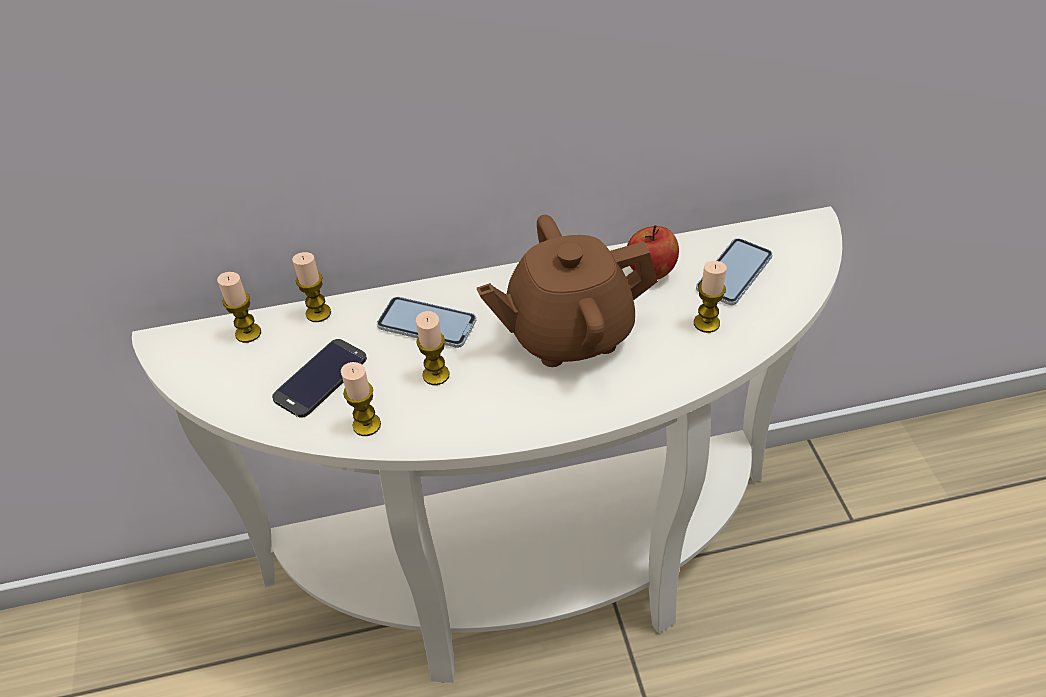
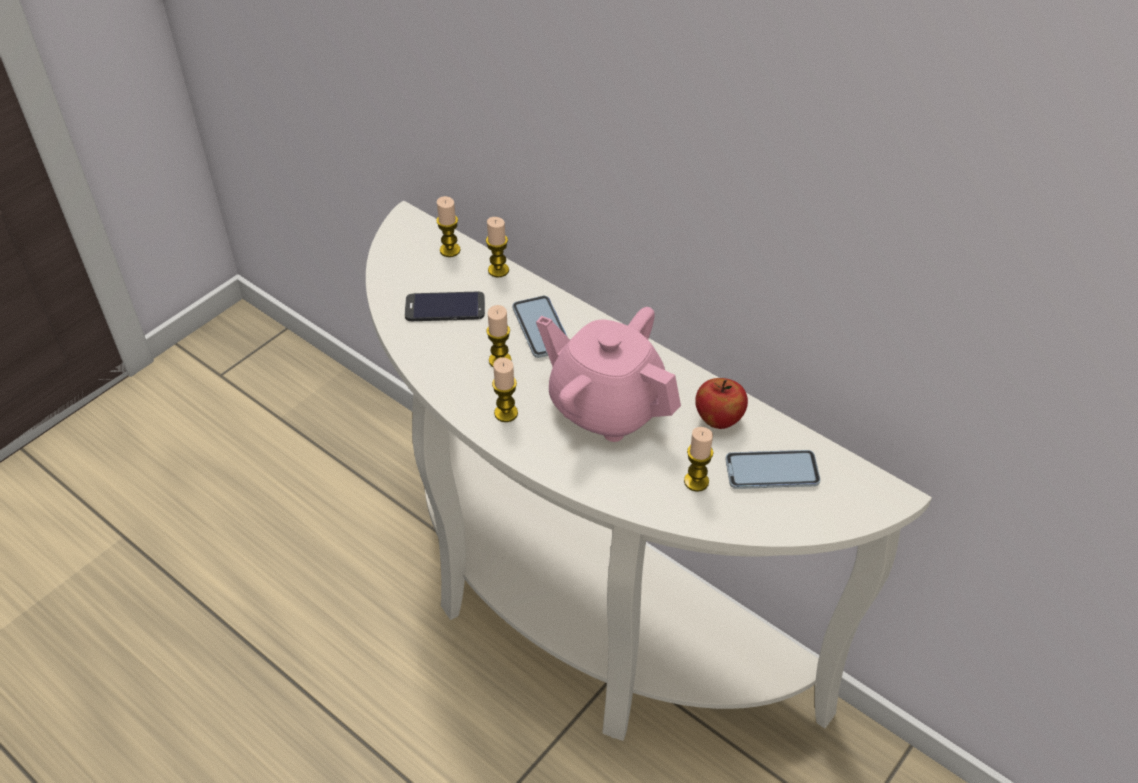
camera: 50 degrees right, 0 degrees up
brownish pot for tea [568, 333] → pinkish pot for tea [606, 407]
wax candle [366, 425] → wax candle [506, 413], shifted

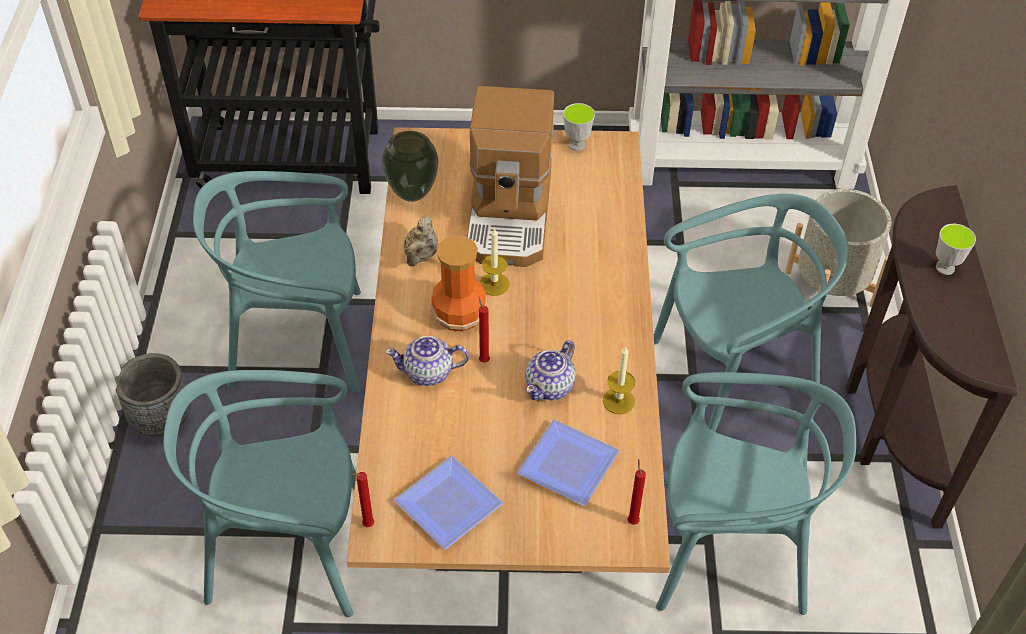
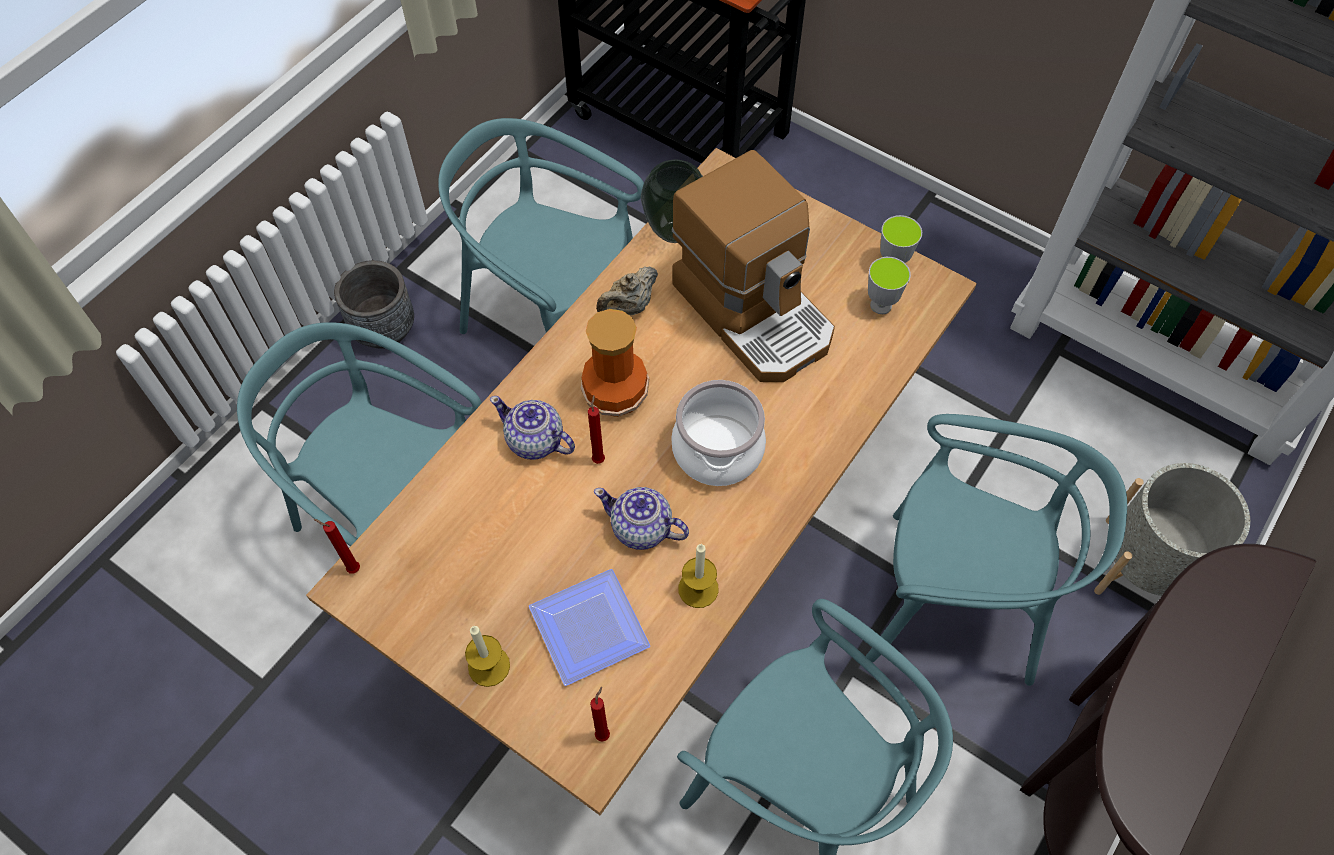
camera: 35 degrees right, 10 degrees up
coffee maker [511, 216] → coffee maker [755, 311], 75 degrees counterclockwise
small cup [945, 268] → small cup [881, 305], shifted
wax candle [494, 284] → wax candle [489, 666], shifted
pot for tea [550, 386] → pot for tea [642, 529], 45 degrees clockwise
flat dish [448, 501] → -
- → stockpot [718, 450]

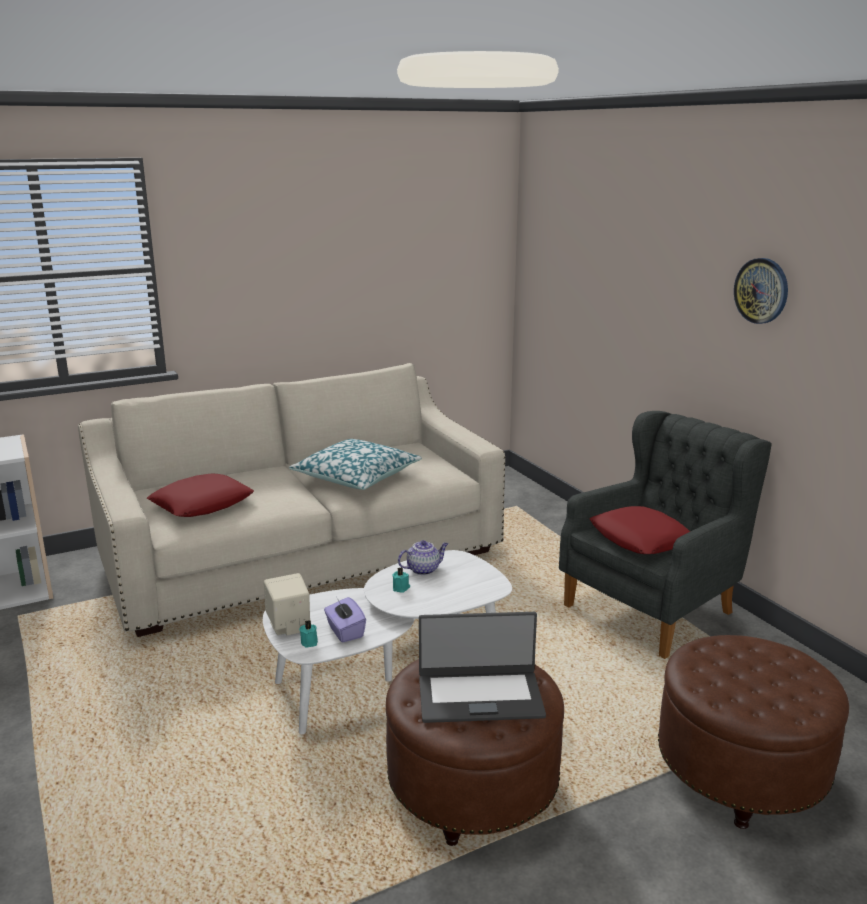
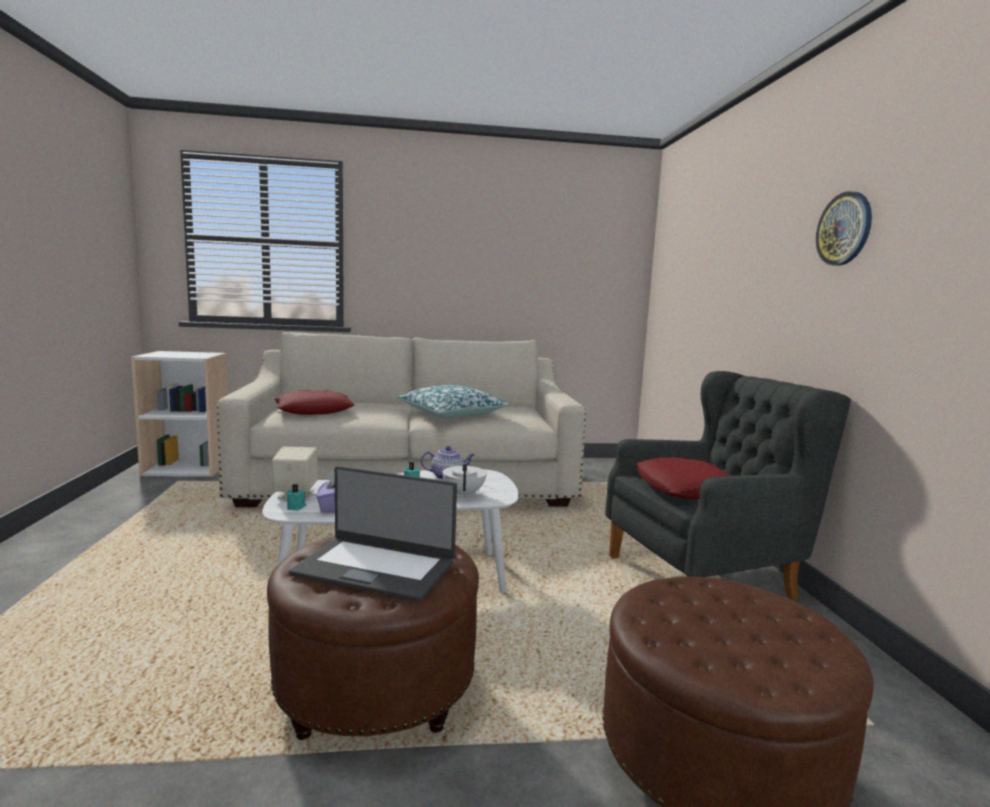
camera: 20 degrees right, 10 degrees down
- → white pot for tea [464, 494]

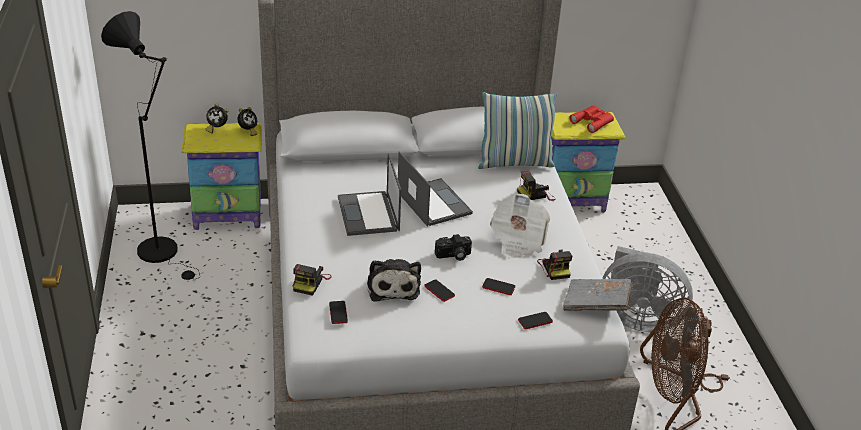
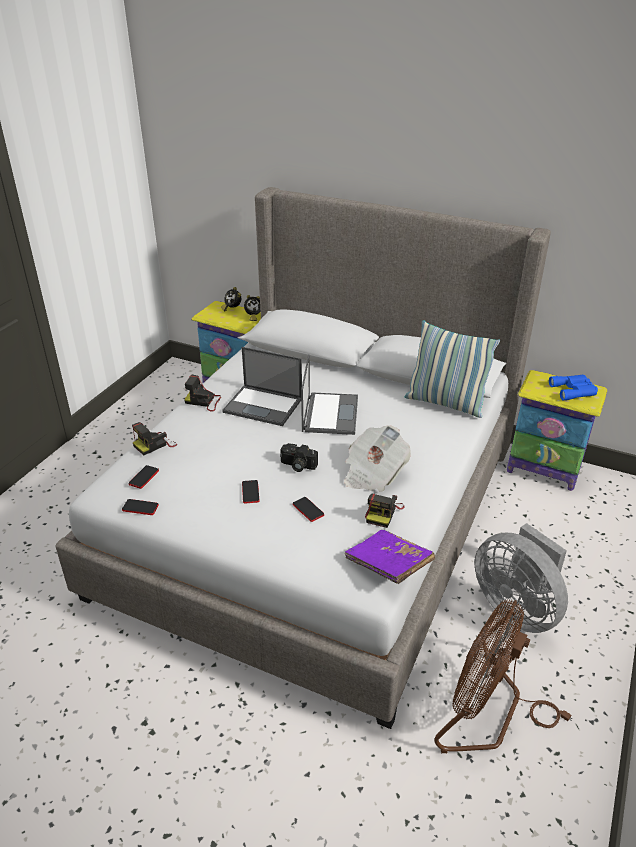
camera: 35 degrees right, 0 degrees up
blackish standing lamp [163, 253] → -
red binoculars [593, 122] → blue-coloured binoculars [574, 391]
portable computer [368, 214] → portable computer [264, 405], 90 degrees counterclockwise
photo camera [536, 194] → photo camera [204, 401], shifted
soft toy [393, 286] → -
greyish bound book [596, 304] → purple-coloured bound book [388, 565]
telephone [535, 321] → telephone [140, 508], shifted

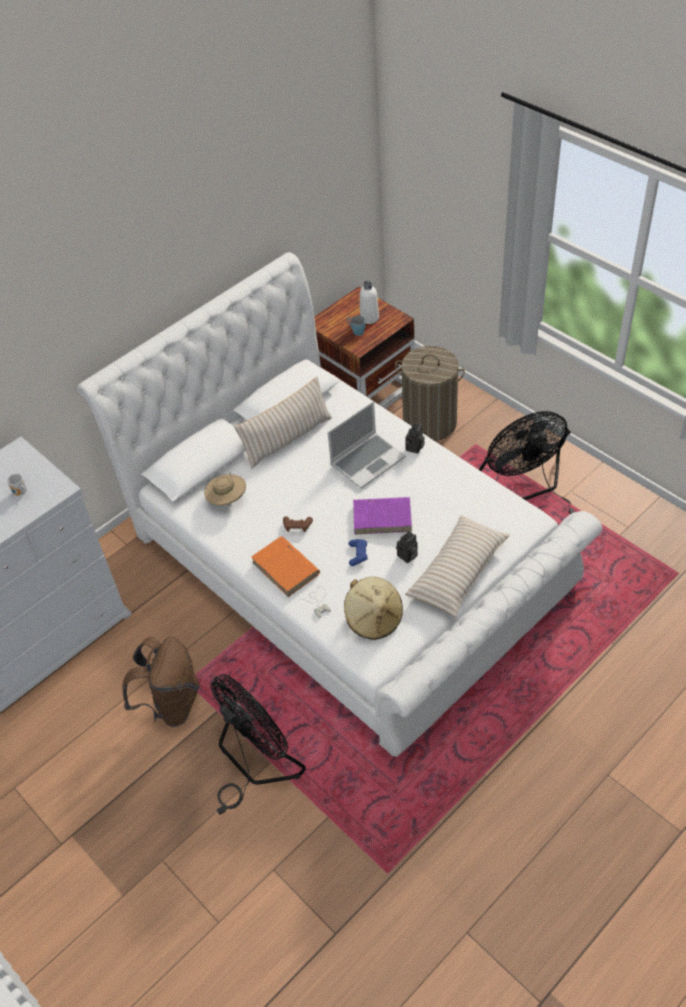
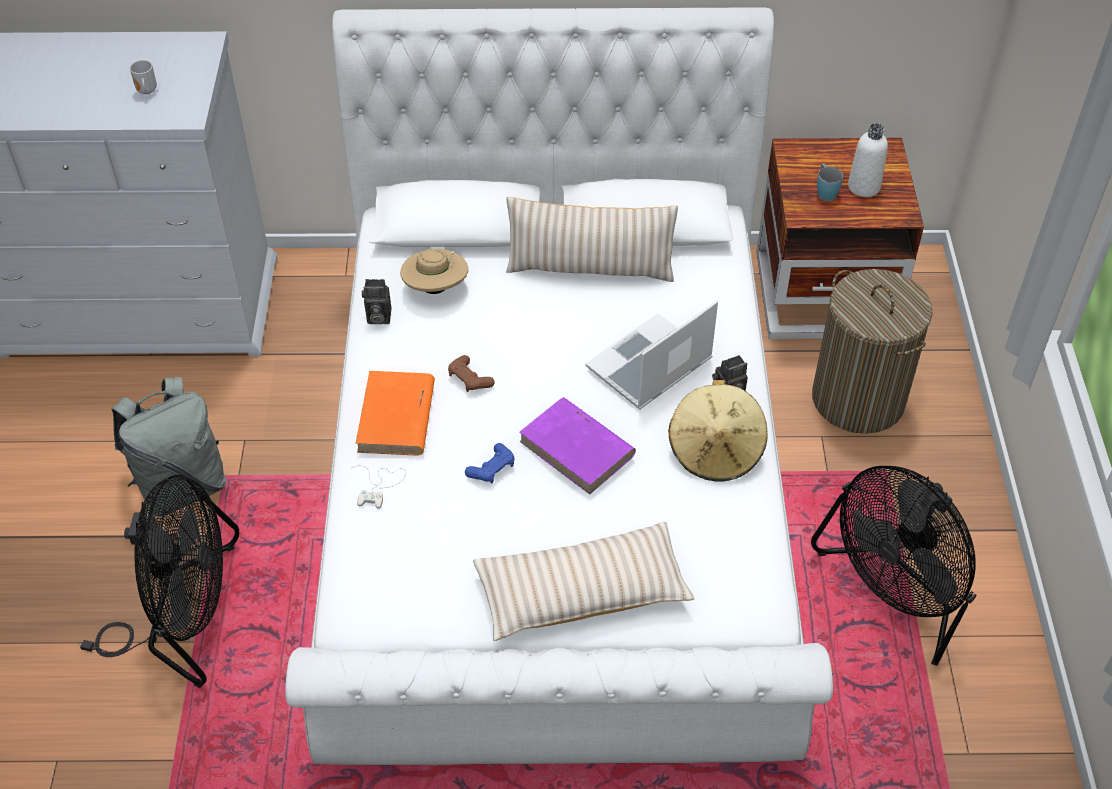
camera: 40 degrees right, 0 degrees up
portable computer [367, 460] → portable computer [649, 366], 135 degrees clockwise
blackish cooling fan [530, 487] → blackish cooling fan [894, 586], 150 degrees counterclockwise
photo camera [407, 556] → photo camera [377, 317], shifted
beige-coloured clothing hat [374, 619] → beige-coloured clothing hat [716, 451], shifted
brownish backpack [171, 703] → greyish backpack [182, 486]

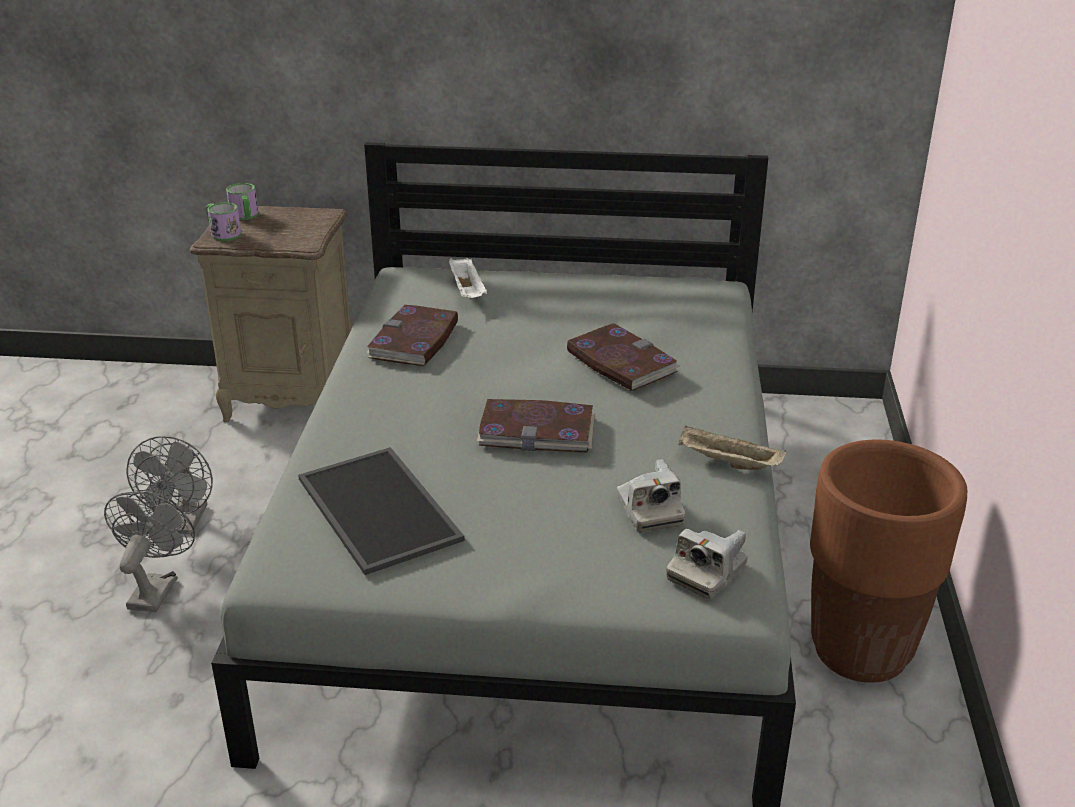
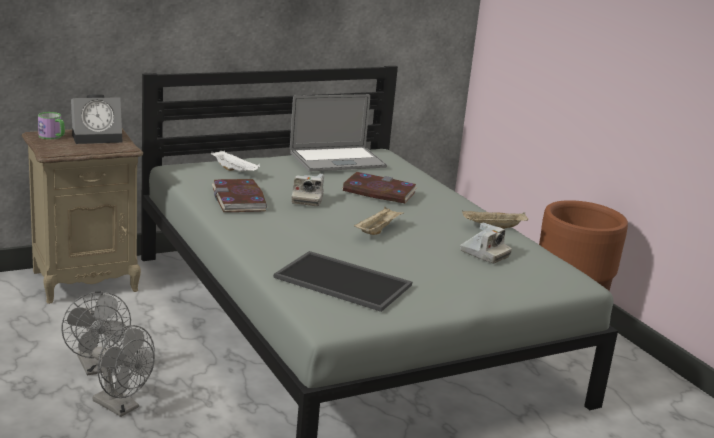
camera: 35 degrees left, 10 degrees down
mug [223, 233] → -
bound book [537, 431] → beige-coloured carrying tray [377, 230]
greyish cooling fan [156, 588] → greyish cooling fan [121, 407], 150 degrees clockwise
photo camera [707, 573] → photo camera [307, 199], shifted
- → alarm clock [98, 137]
- → portable computer [337, 160]

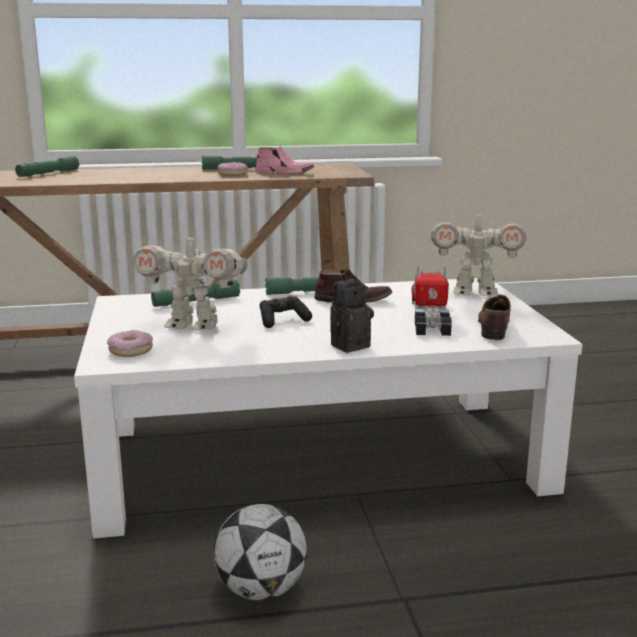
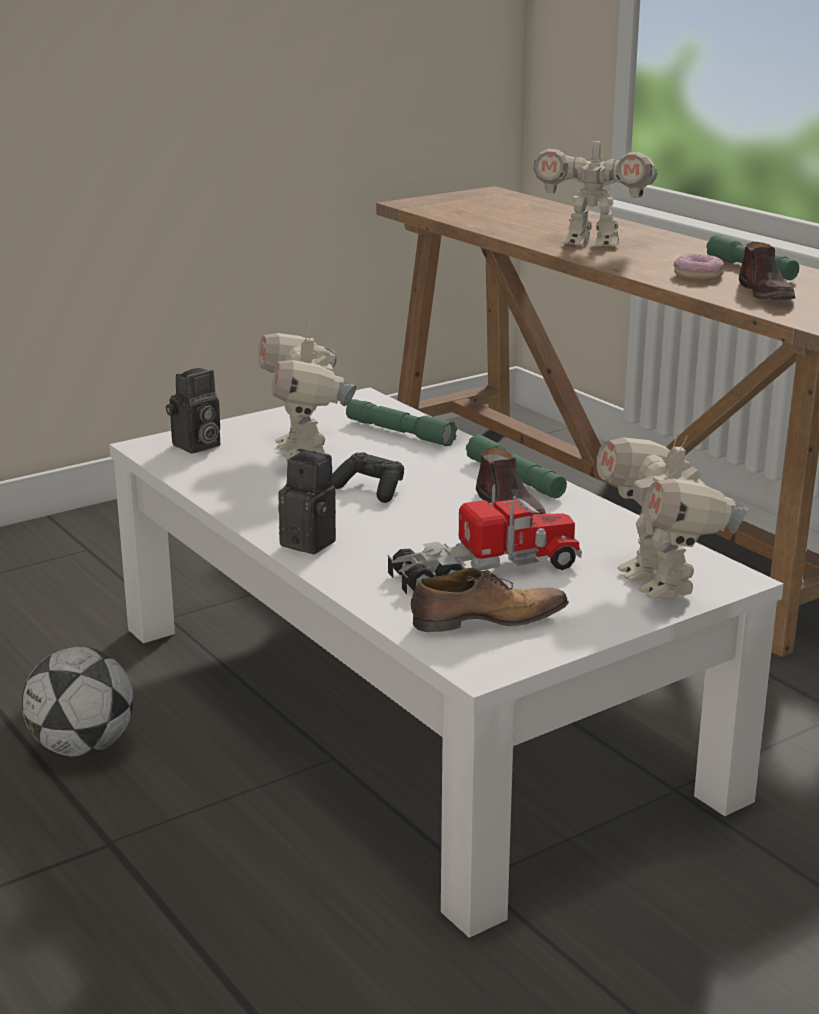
camera: 65 degrees right, 5 degrees up
pinkish low shoe [285, 173] → brownish low shoe [766, 294]
green torch [48, 173] → -
donut [131, 350] → photo camera [196, 446]
- → model robot [591, 243]

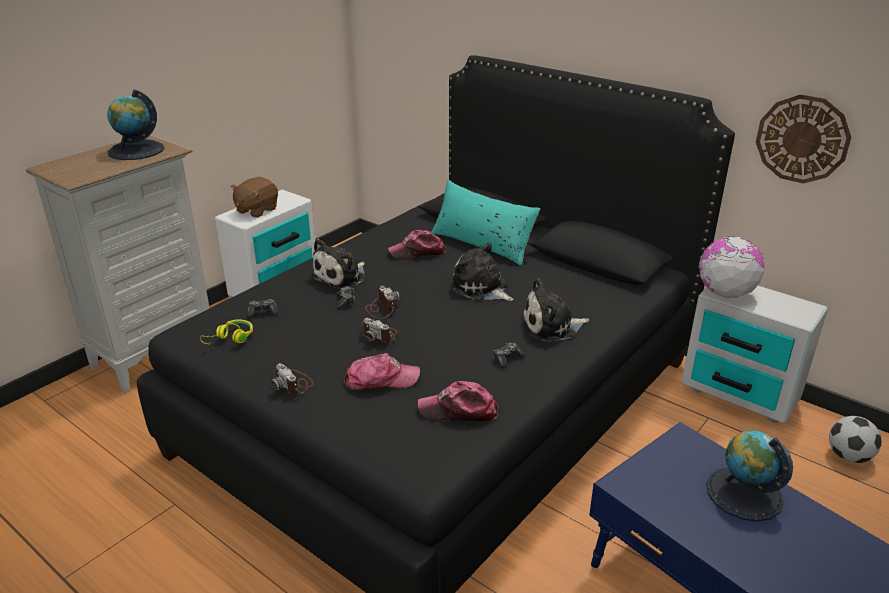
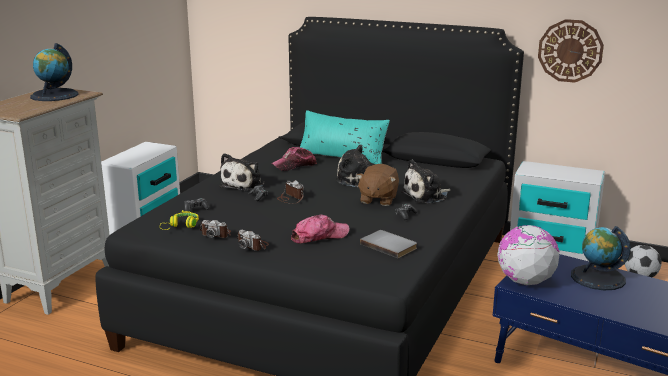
camera: 15 degrees left, 10 degrees down
brownish soft toy [256, 210] → brownish soft toy [378, 199], shifted
globe [725, 293] → globe [525, 281], shifted
photo camera [380, 334] → photo camera [216, 234], shifted
baseball cap [459, 411] → greyish bound book [390, 245]

